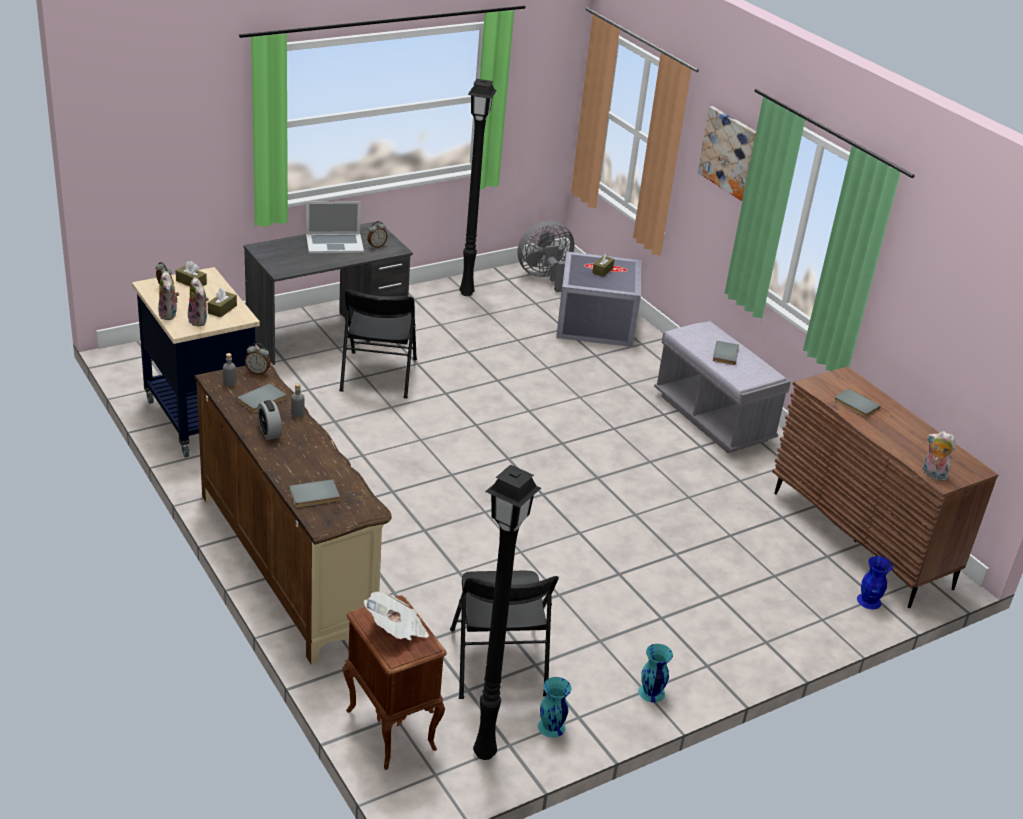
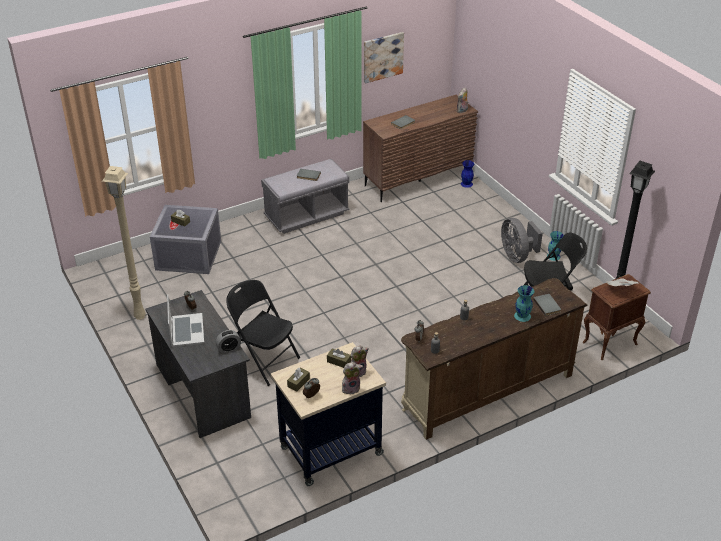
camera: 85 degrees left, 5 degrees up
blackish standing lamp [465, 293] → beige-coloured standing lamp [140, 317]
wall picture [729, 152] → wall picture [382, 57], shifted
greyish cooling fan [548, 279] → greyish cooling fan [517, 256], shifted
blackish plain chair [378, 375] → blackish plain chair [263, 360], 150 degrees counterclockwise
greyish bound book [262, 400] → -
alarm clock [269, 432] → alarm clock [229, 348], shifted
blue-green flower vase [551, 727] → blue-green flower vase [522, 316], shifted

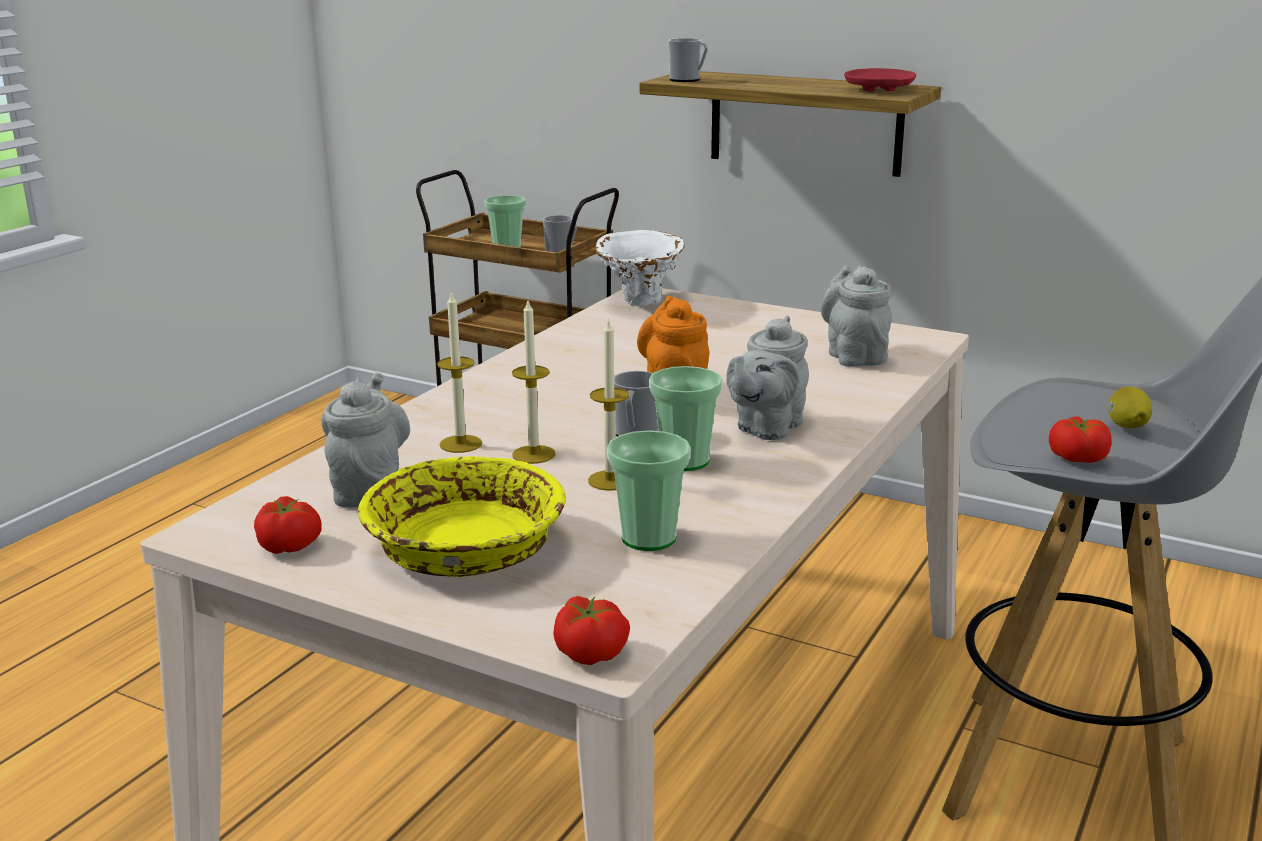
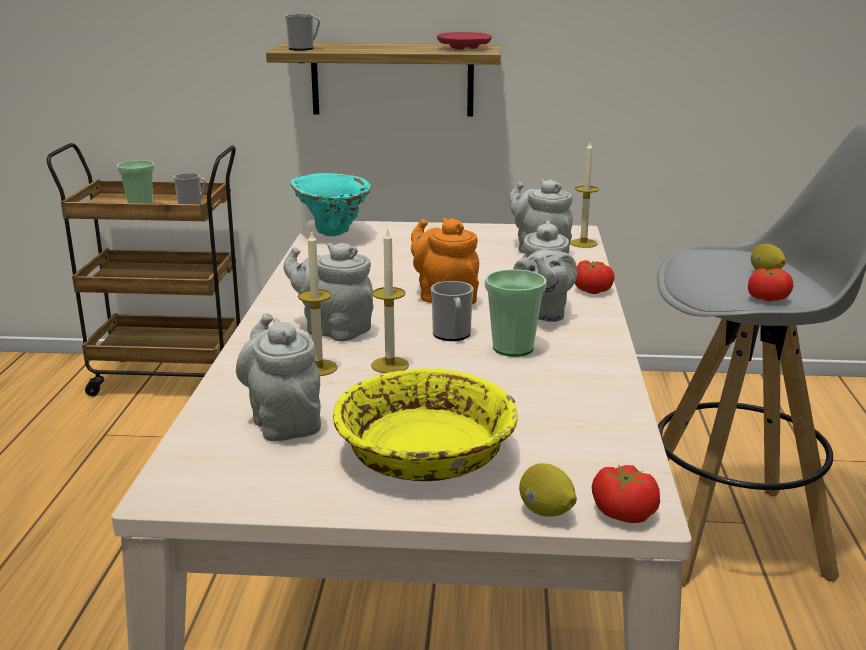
camera: 25 degrees left, 0 degrees up
white flower vase [638, 303] → blue-green flower vase [332, 234]
wax candle [610, 480] → wax candle [583, 243], shifted
small cup [648, 538] → -
whole tomato [290, 545] → whole tomato [593, 290], shifted
- → greyish pot for tea [333, 330]
- → lemon [546, 512]

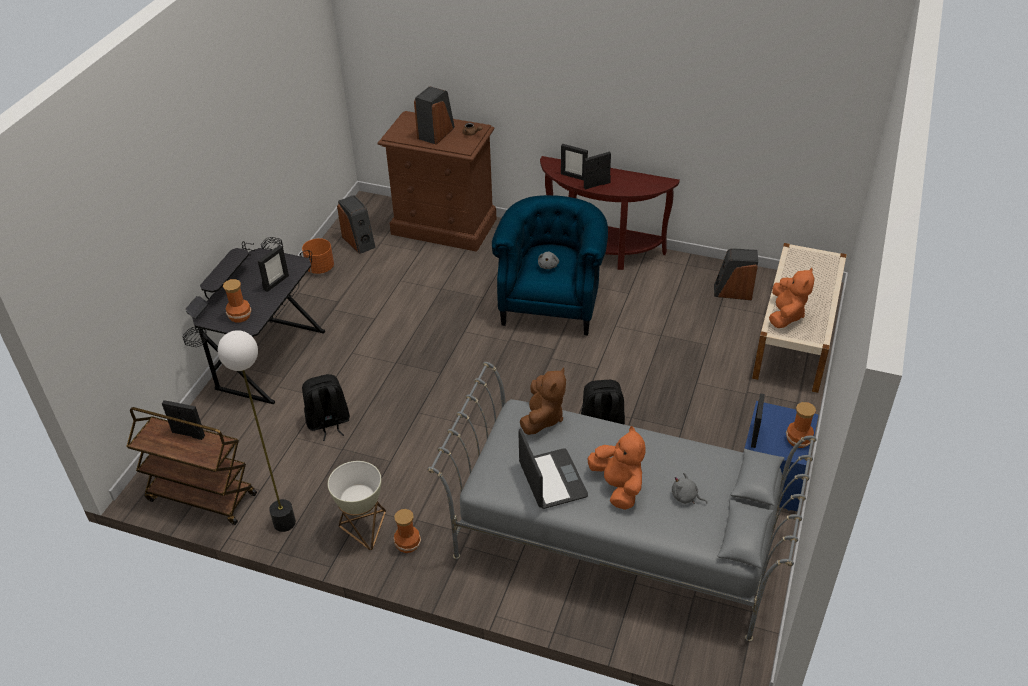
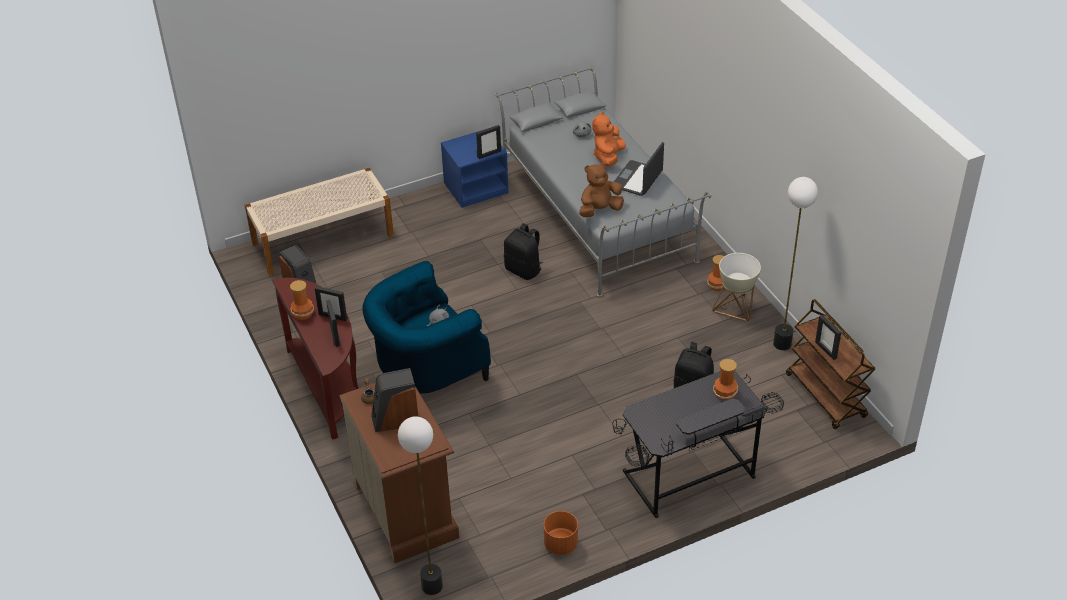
camera: 135 degrees left, 0 degrees up
audio speaker [359, 242] → -
standing frame [276, 282] → -
orangey soft toy [785, 315] → -
flower vase [798, 439] → flower vase [302, 314], shifted
- → standing lamp [431, 586]

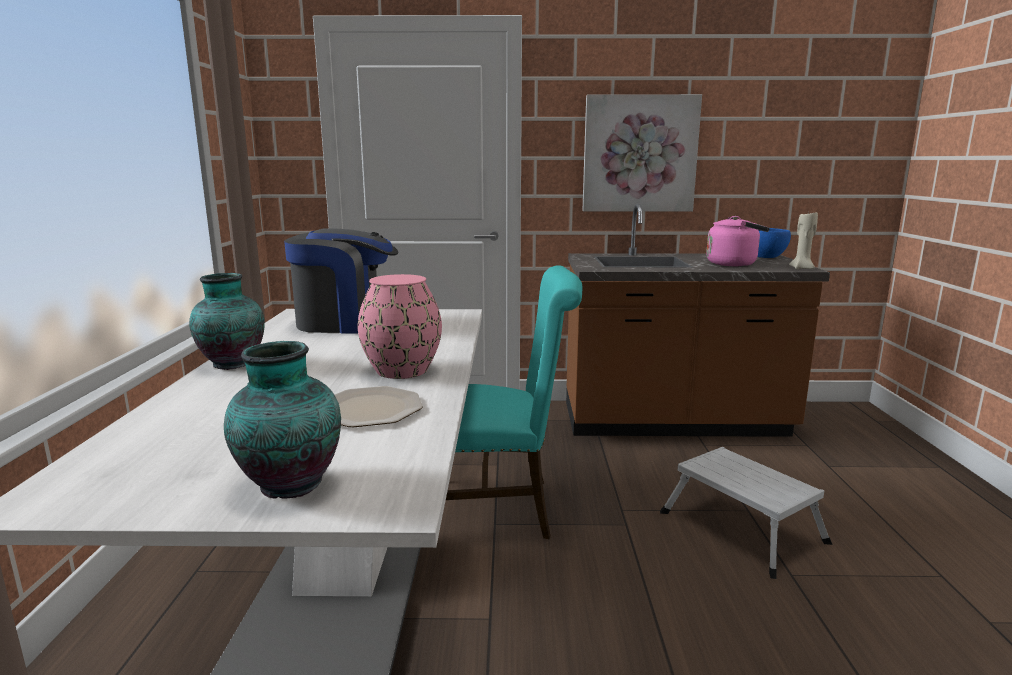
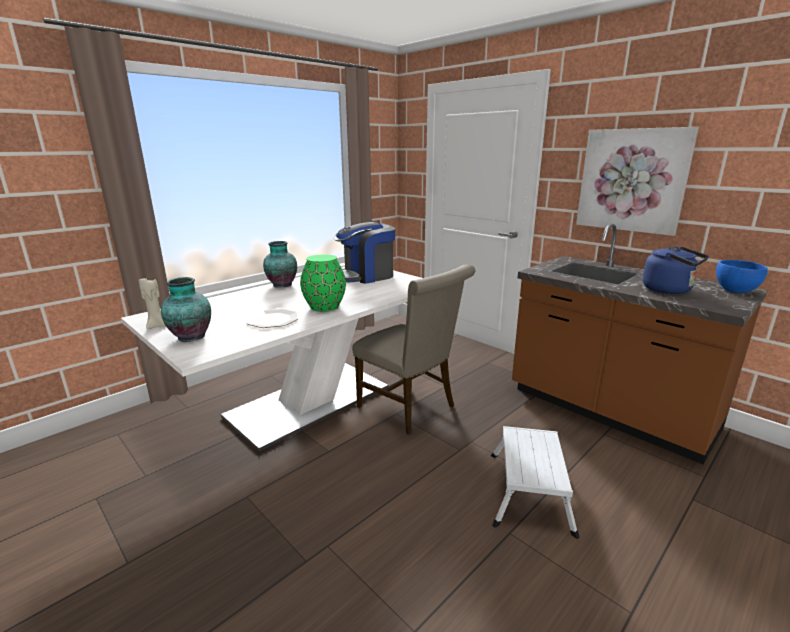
camera: 45 degrees right, 5 degrees up
beige-coloured wax candle [802, 268] → beige-coloured wax candle [157, 326], shifted
pinkish kettle [734, 264] → blue-coloured kettle [670, 290]
coffee maker [347, 322] → coffee maker [366, 276], 105 degrees clockwise
blue-green plain chair [500, 507] → beige-coloured plain chair [411, 408]
pinkish flower vase [403, 370] → green flower vase [324, 307]

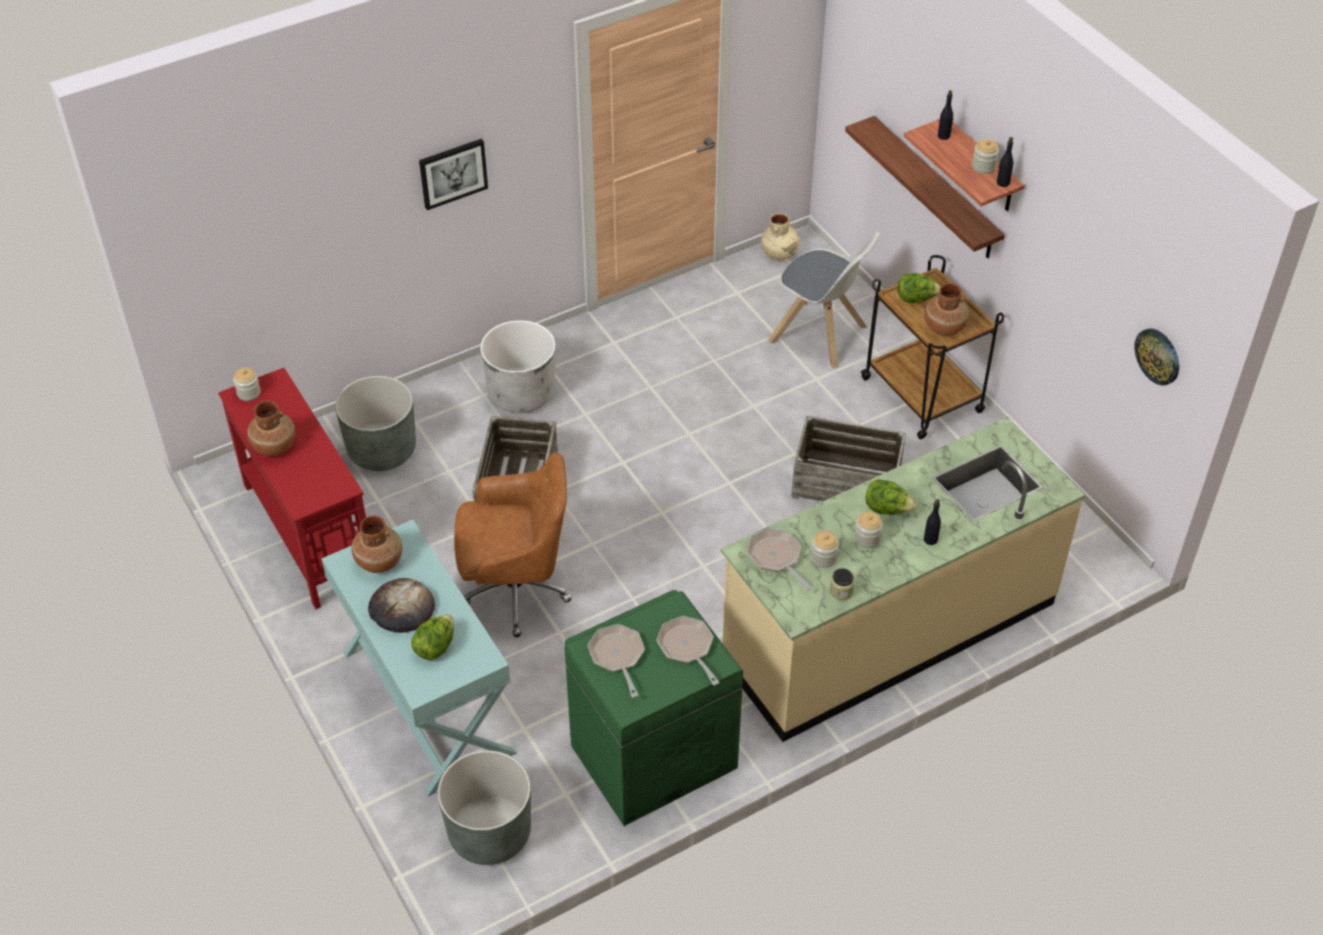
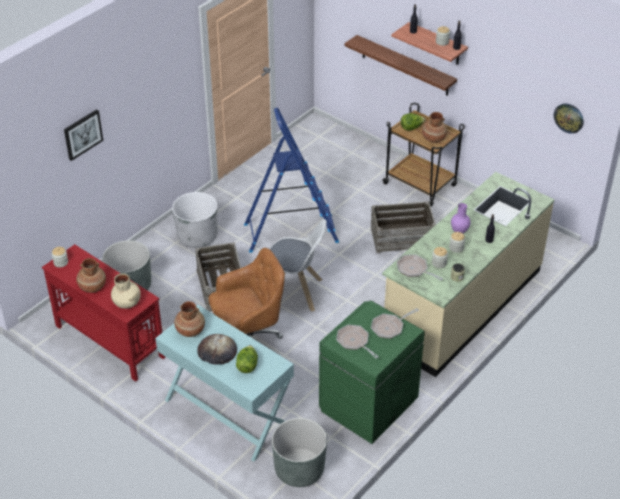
camera: 20 degrees left, 5 degrees down
wall picture [453, 173] → wall picture [82, 134], shifted
beige-coloured flower vase [779, 253] → beige-coloured flower vase [127, 302], shifted
plain chair [820, 335] → plain chair [295, 292], shifted
head of lettuce [887, 509] → purple-coloured flower vase [459, 231]
frying pan [687, 648] → frying pan [389, 327], 75 degrees counterclockwise
- → blue-coloured stepladder [291, 233]

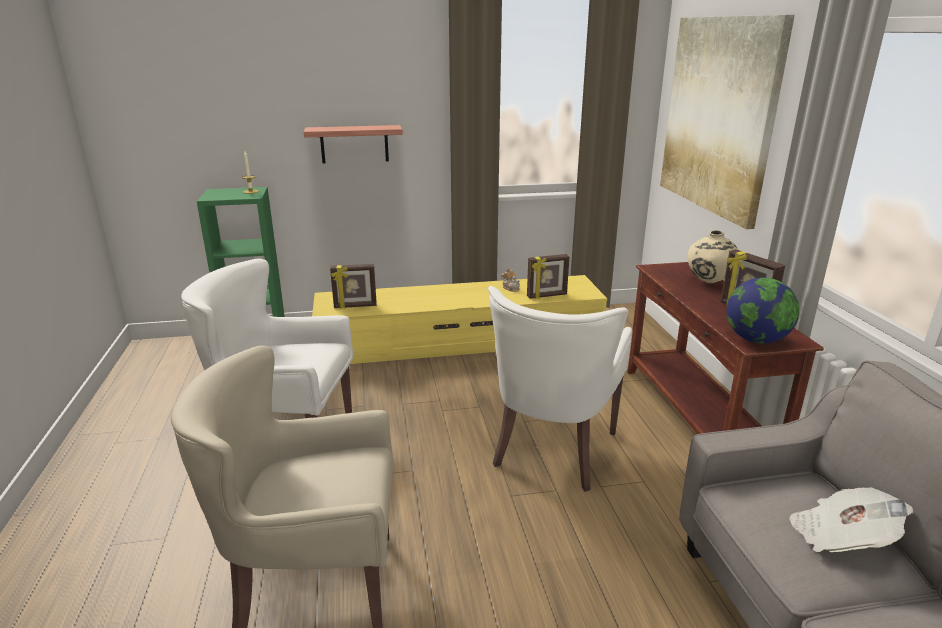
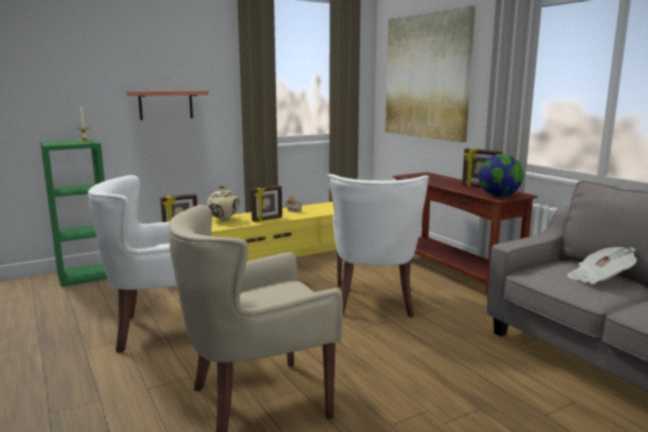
camera: 20 degrees left, 10 degrees down
beige-coloured flower vase [709, 283] → beige-coloured flower vase [224, 220], shifted
standing frame [547, 296] → standing frame [267, 219], shifted

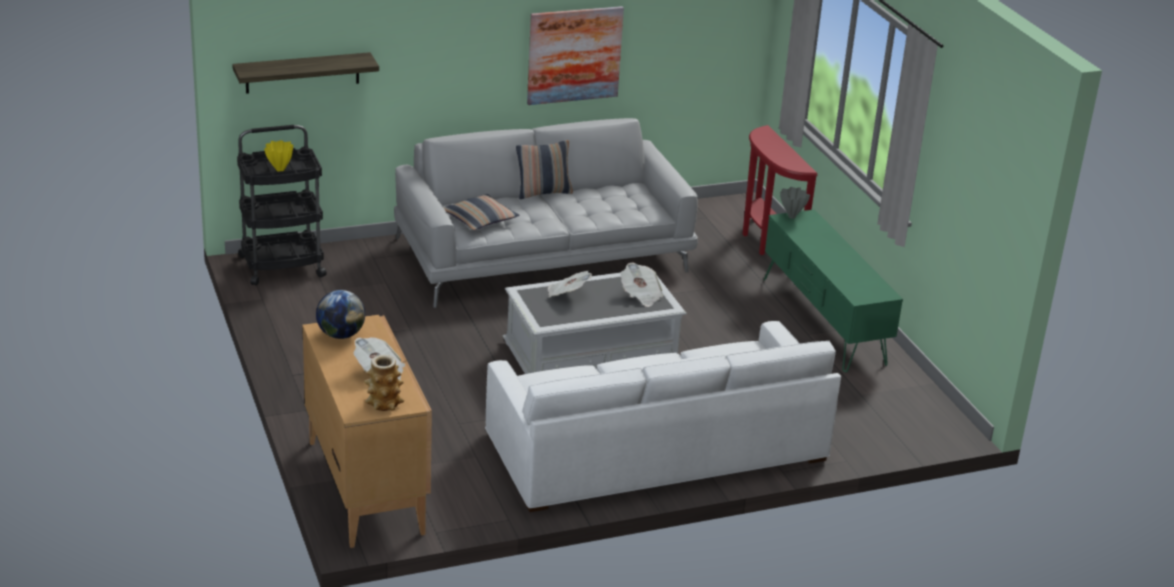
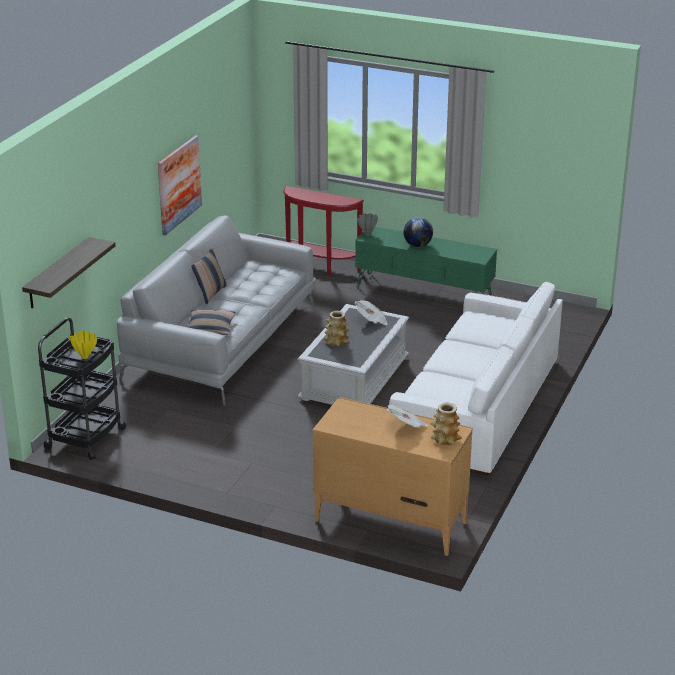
camera: 45 degrees left, 0 degrees up
daily paper [567, 294] → flower vase [336, 342]
globe [340, 335] → globe [417, 245], shifted

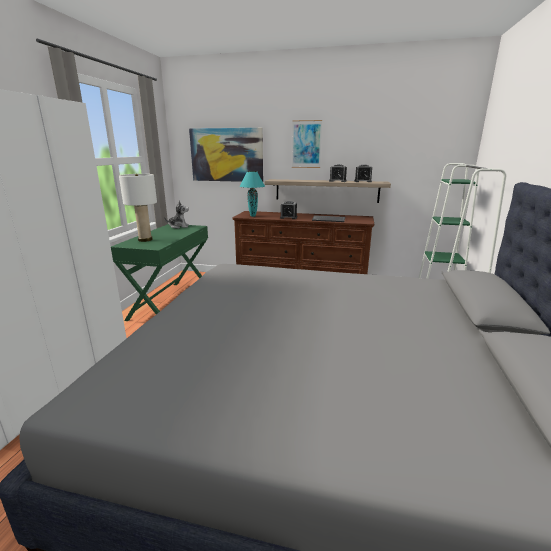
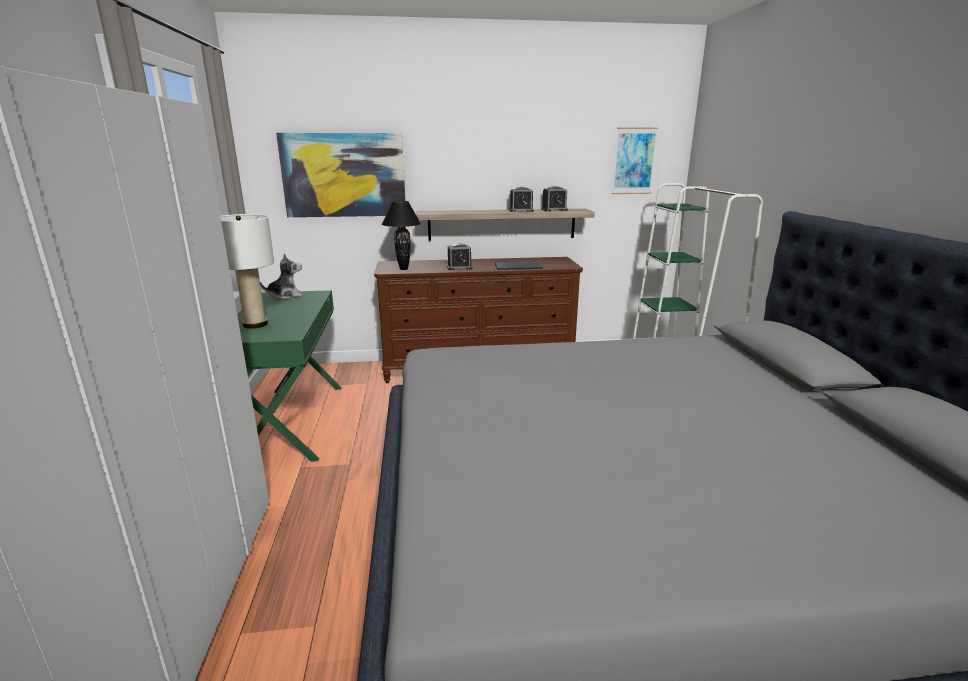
camera: 20 degrees left, 0 degrees up
wall picture [306, 144] → wall picture [634, 161], shifted
blue-green lamp for a table [252, 216] → blackish lamp for a table [403, 269]

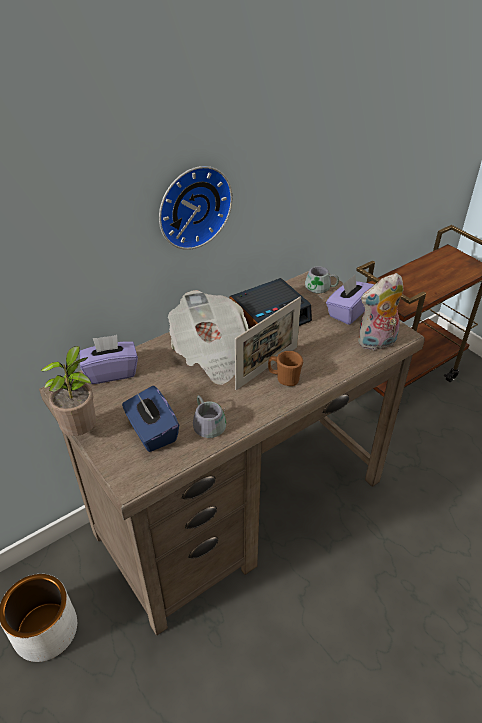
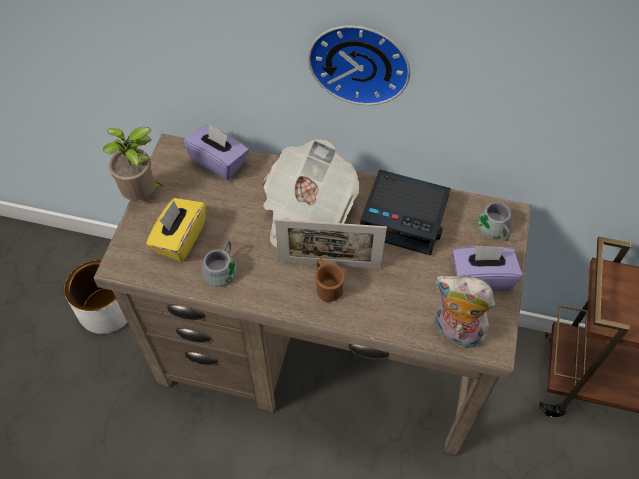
camera: 50 degrees right, 15 degrees up
blue-coloured tissue holder [152, 432] → yellow-coloured tissue holder [180, 239]

